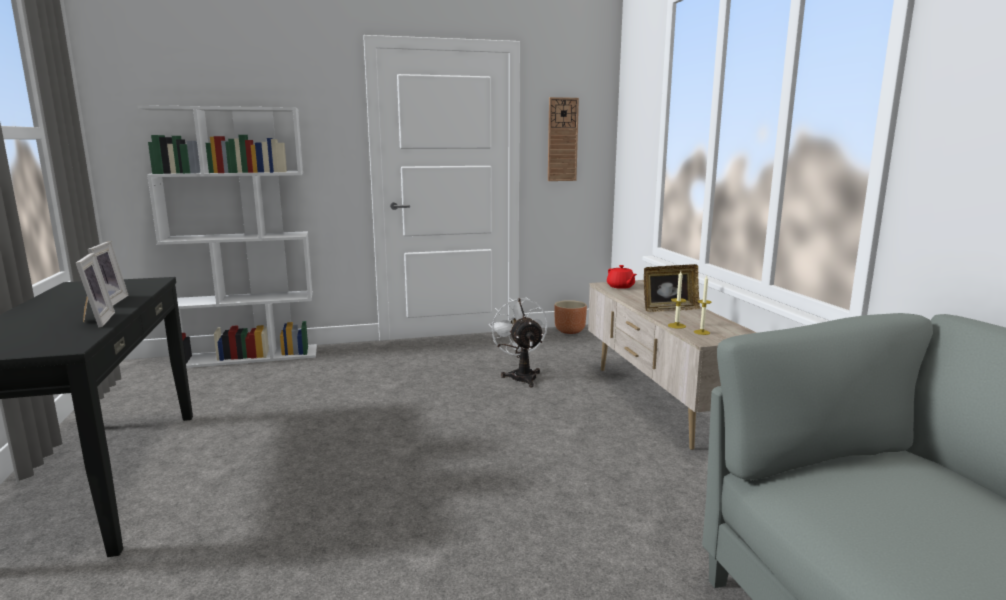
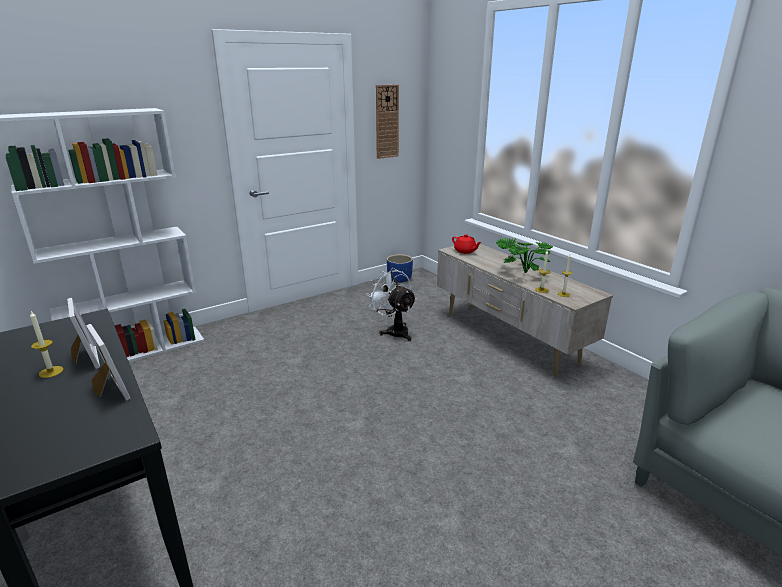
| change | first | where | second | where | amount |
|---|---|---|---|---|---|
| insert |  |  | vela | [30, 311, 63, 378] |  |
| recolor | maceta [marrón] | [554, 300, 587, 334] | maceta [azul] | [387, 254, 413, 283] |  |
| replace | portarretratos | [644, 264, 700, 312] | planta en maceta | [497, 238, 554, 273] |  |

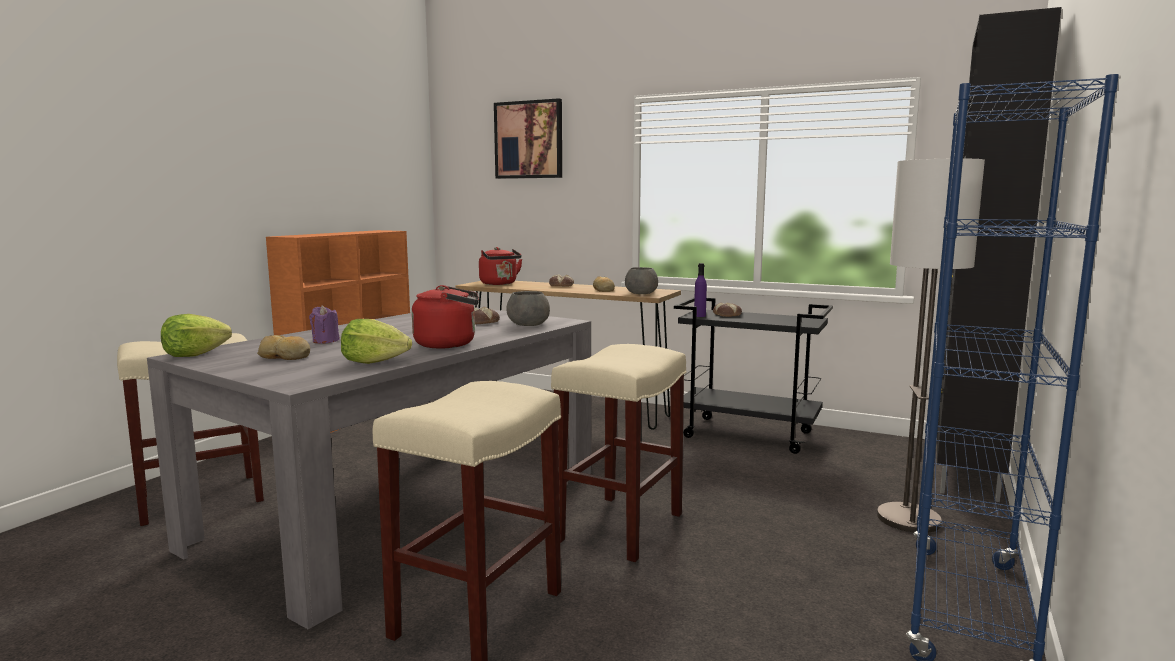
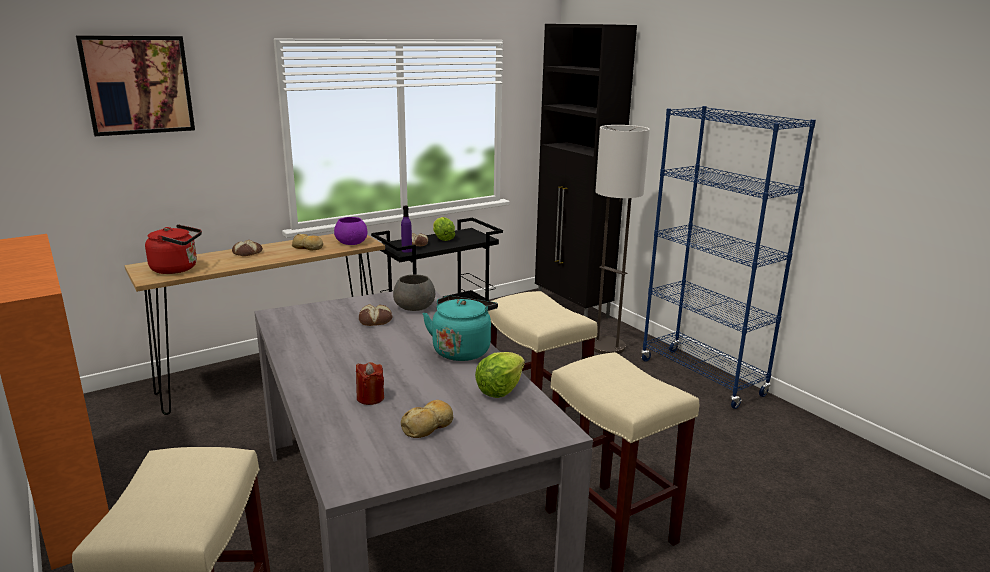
| change | first | where | second | where | amount |
|---|---|---|---|---|---|
| recolor | cuenco [gris] | [625, 267, 658, 294] | cuenco [morado] | [334, 217, 367, 245] |  |
| recolor | vela [morado] | [309, 305, 340, 343] | vela [rojo] | [356, 362, 384, 405] |  |
| recolor | hervidor [rojo] | [412, 285, 479, 349] | hervidor [turquesa] | [422, 296, 498, 361] |  |
| move | lechuga | [161, 314, 232, 357] |  | [433, 217, 455, 241] |  |

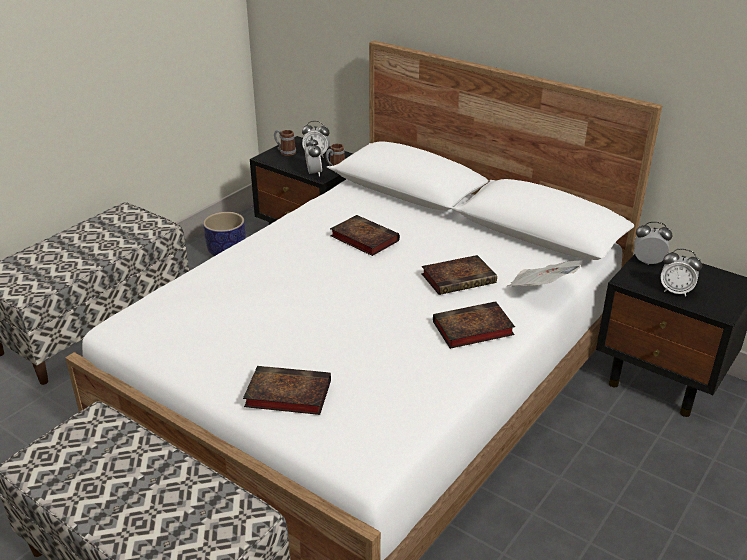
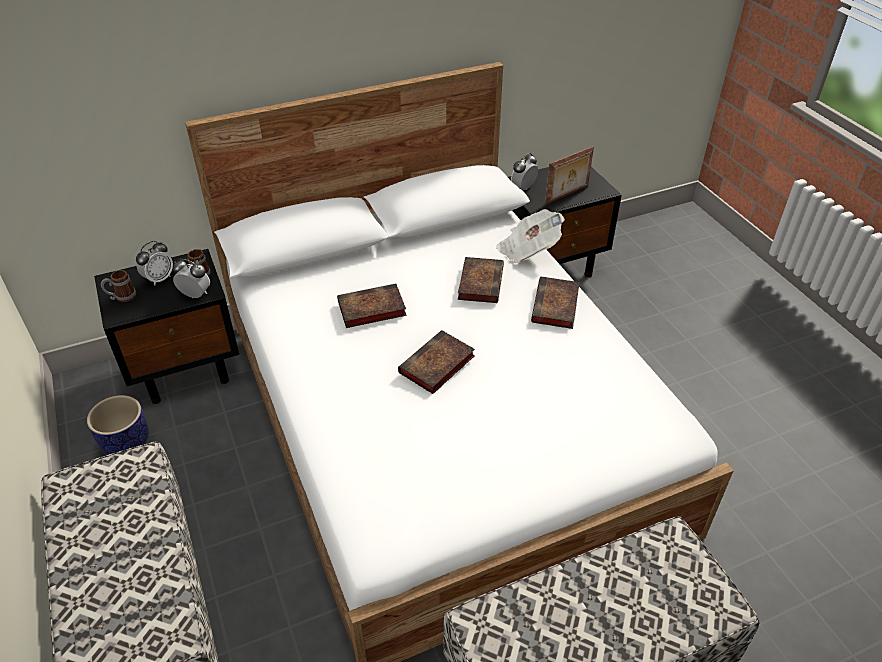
| change | first | where | second | where | amount |
|---|---|---|---|---|---|
| move | libro | [243, 366, 331, 415] |  | [398, 330, 475, 394] |  |
| replace | despertador | [661, 249, 702, 297] | portarretratos | [545, 146, 594, 205] |  |

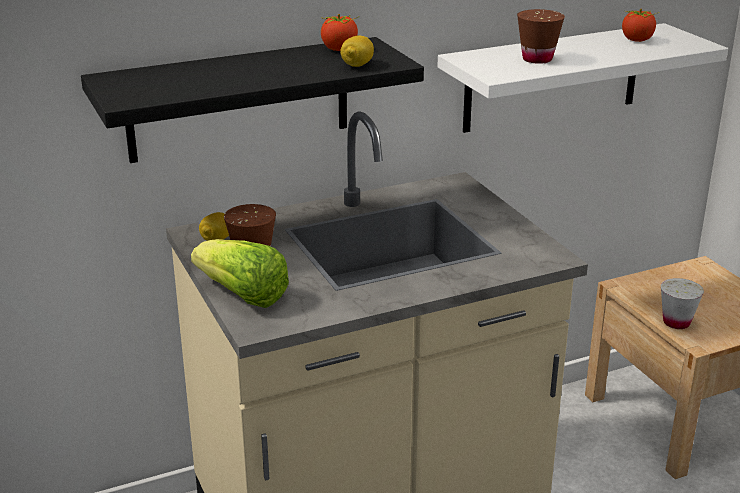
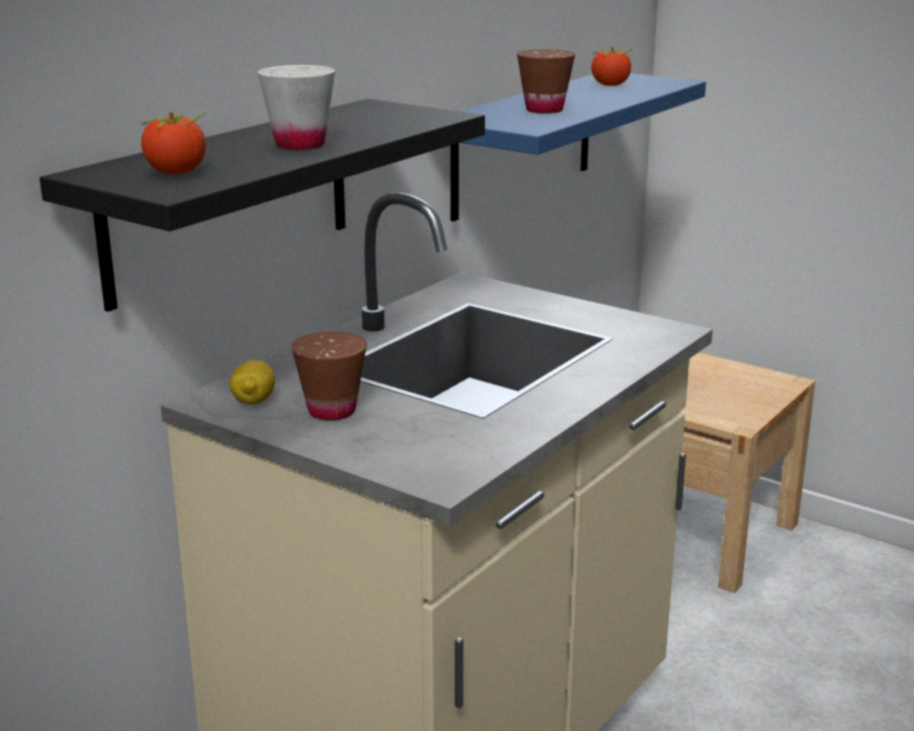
| change | first | where | second | where | amount |
|---|---|---|---|---|---|
| move | tomate | [321, 14, 359, 51] |  | [138, 112, 206, 174] |  |
| move | taza [blanco] | [661, 278, 704, 329] |  | [257, 65, 335, 150] |  |
| recolor | estante [blanco] | [437, 23, 728, 133] | estante [azul] | [450, 73, 706, 222] |  |
| delete | lechuga | [191, 239, 289, 308] |  |  |  |
| delete | limón | [340, 35, 374, 67] |  |  |  |

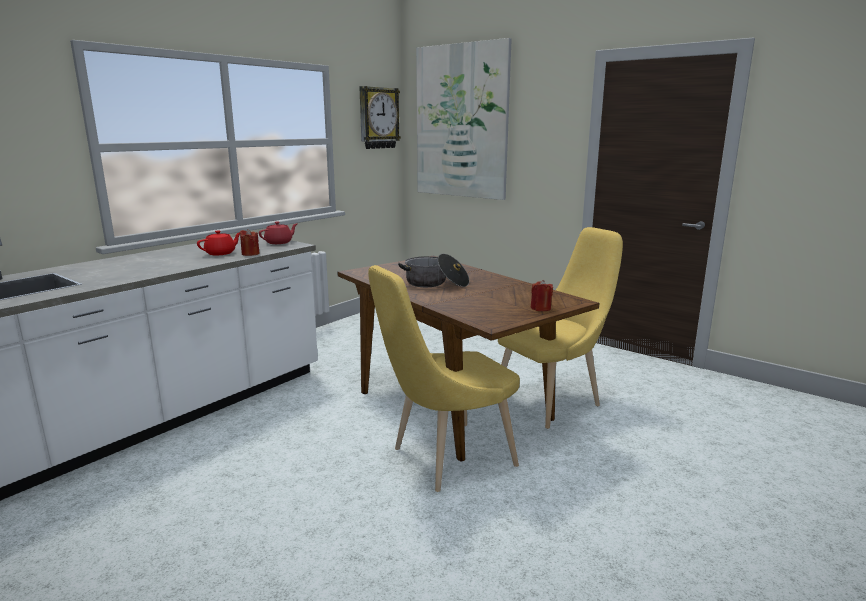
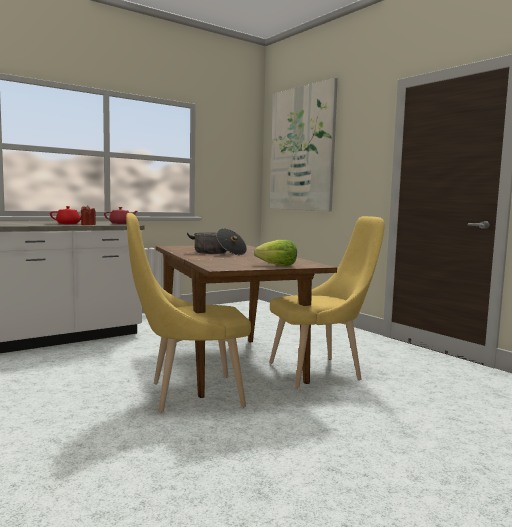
| change | first | where | second | where | amount |
|---|---|---|---|---|---|
| replace | vela [rojo] | [531, 280, 553, 311] | lechuga | [254, 240, 297, 266] |  |
| delete | reloj de pared | [359, 86, 401, 149] |  |  |  |

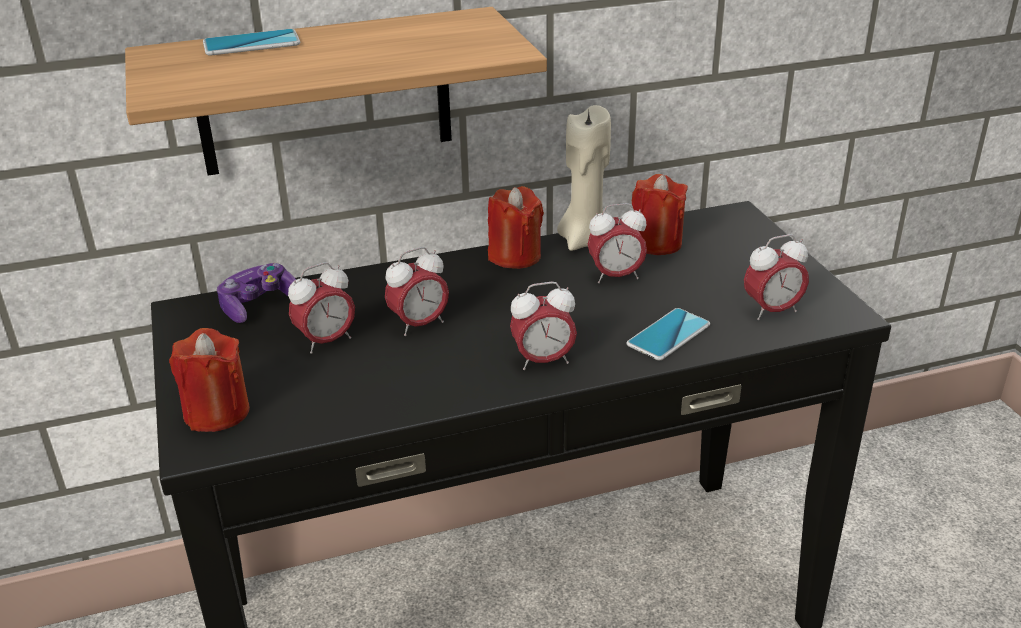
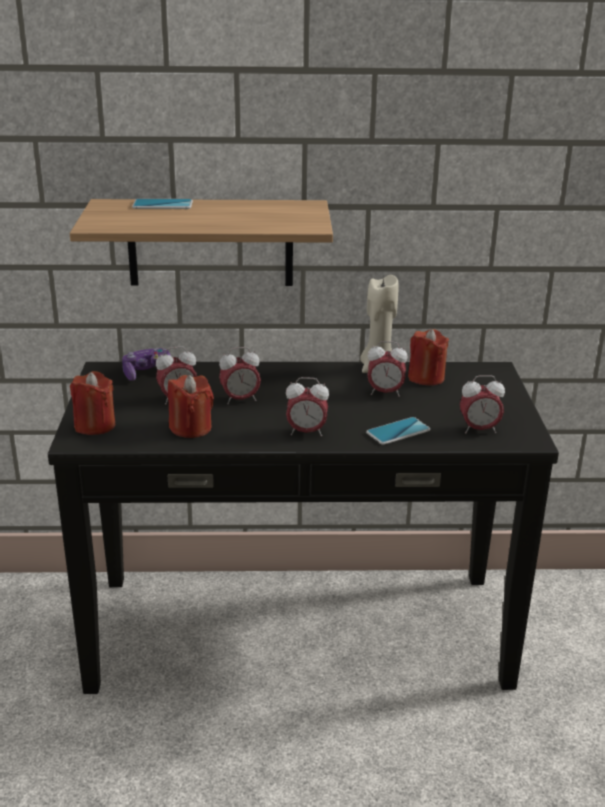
| change | first | where | second | where | amount |
|---|---|---|---|---|---|
| move | vela [rojo] | [488, 186, 544, 269] |  | [168, 375, 214, 438] |  |

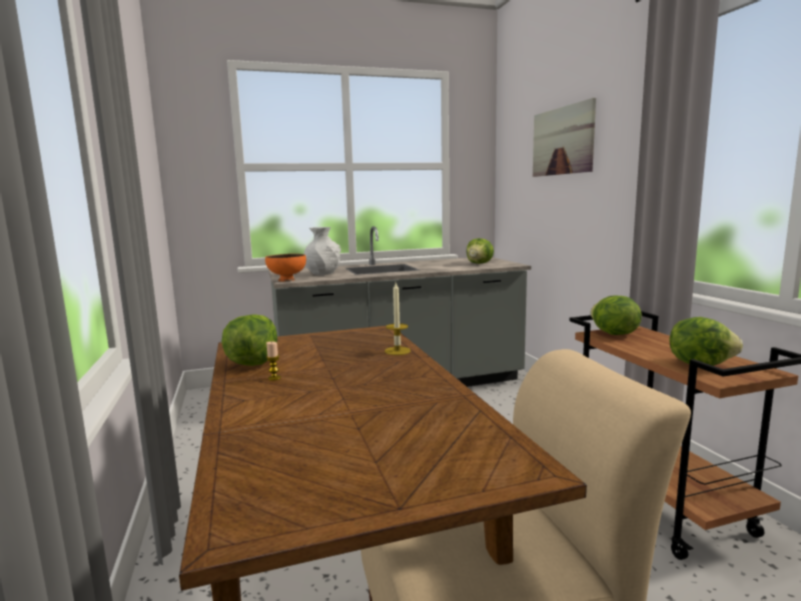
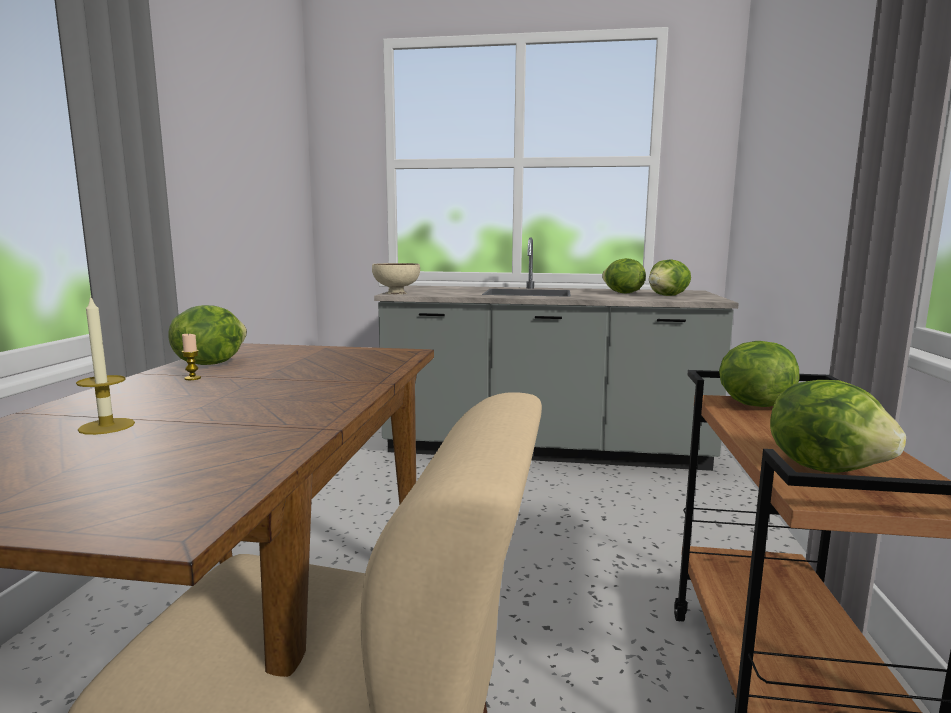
| change | first | where | second | where | amount |
|---|---|---|---|---|---|
| move | vela | [385, 283, 411, 355] |  | [76, 295, 135, 435] |  |
| recolor | cuenco [naranja] | [265, 254, 306, 281] | cuenco [beis] | [372, 263, 420, 294] |  |
| insert |  |  | lechuga | [602, 258, 646, 293] |  |
| delete | florero [blanco] | [304, 227, 341, 275] |  |  |  |
| delete | cuadro | [533, 98, 596, 177] |  |  |  |

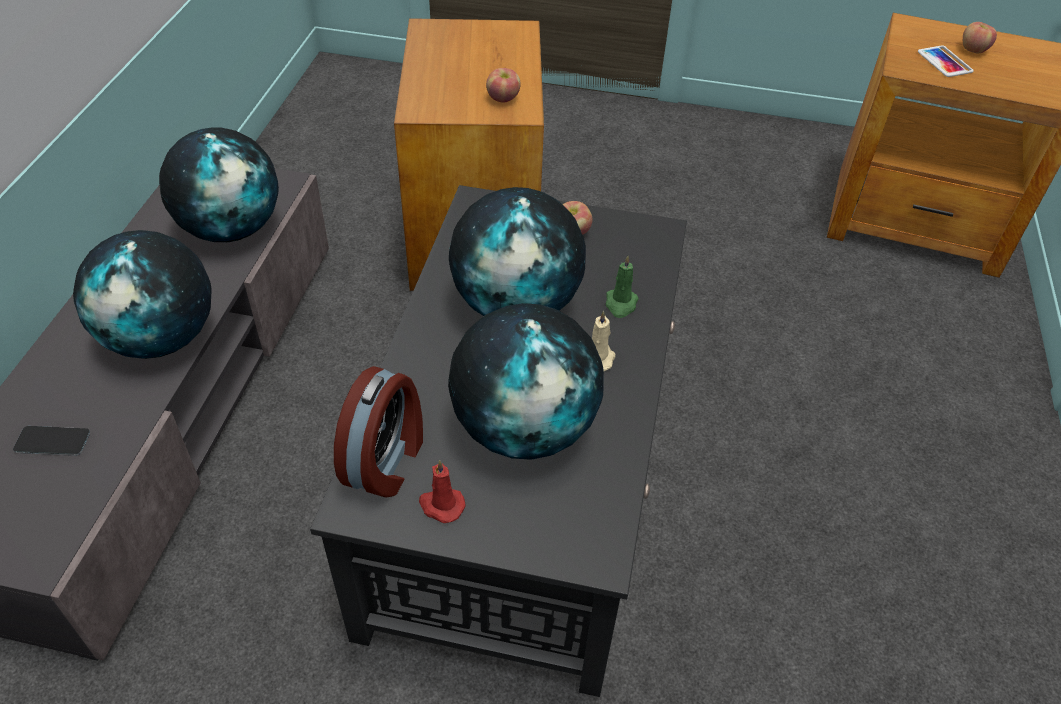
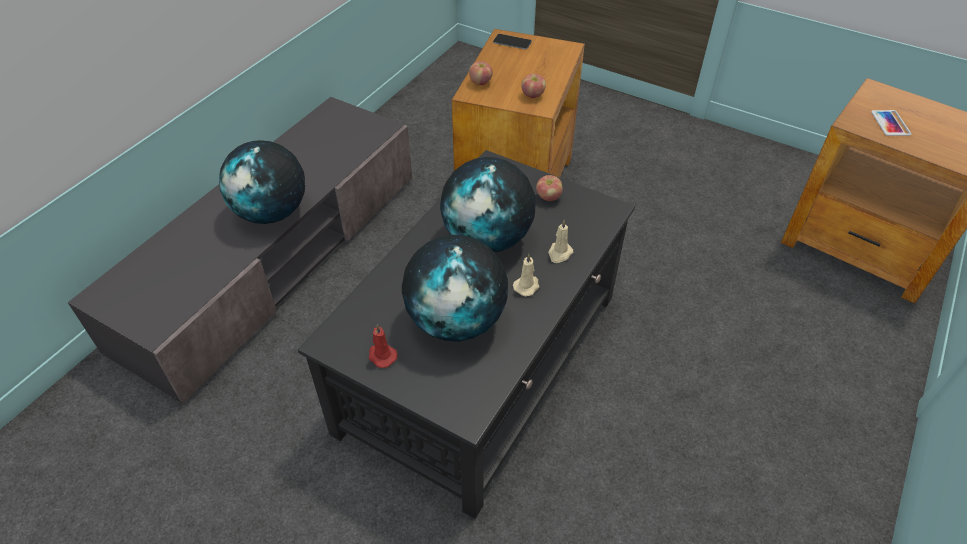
| change | first | where | second | where | amount |
|---|---|---|---|---|---|
| move | manzana | [963, 22, 997, 53] |  | [469, 61, 493, 85] |  |
| move | móvil | [13, 426, 90, 456] |  | [493, 34, 532, 49] |  |
| recolor | vela [verde] | [606, 255, 639, 318] | vela [beis] | [548, 220, 573, 263] |  |
| delete | globo terráqueo | [159, 127, 279, 242] |  |  |  |
| delete | despertador | [334, 366, 423, 498] |  |  |  |

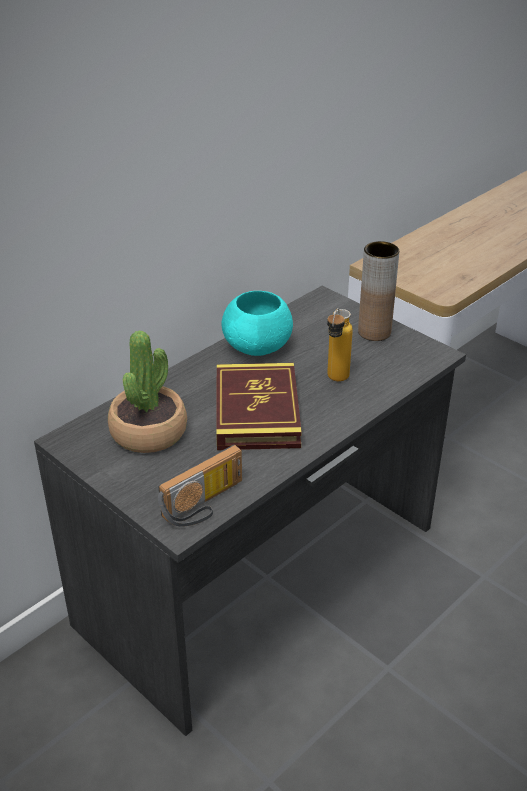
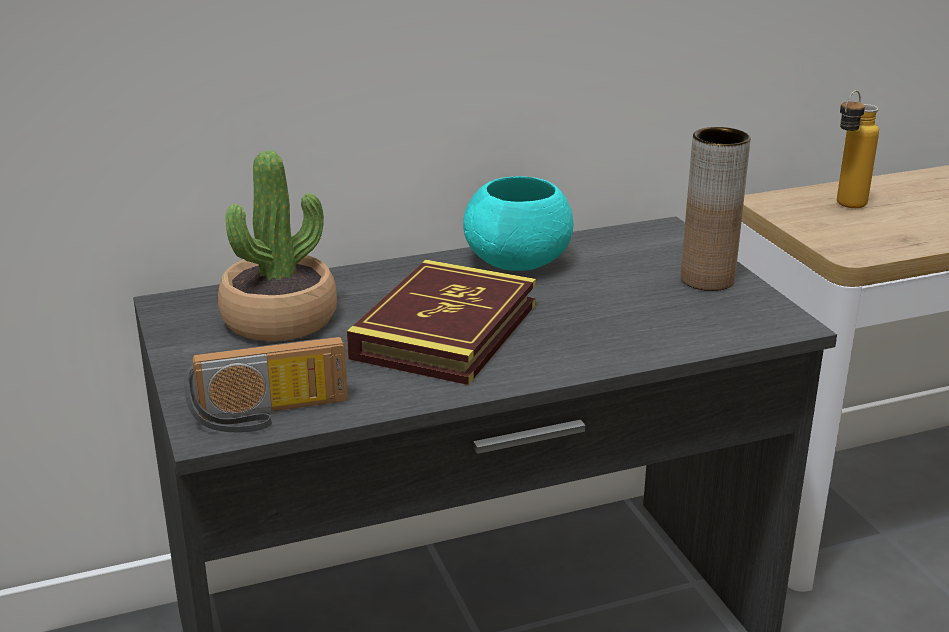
| change | first | where | second | where | amount |
|---|---|---|---|---|---|
| move | botella | [327, 308, 353, 381] |  | [837, 90, 879, 208] |  |

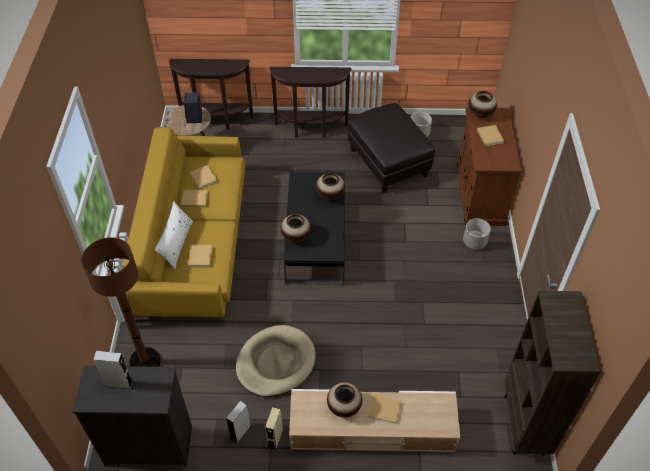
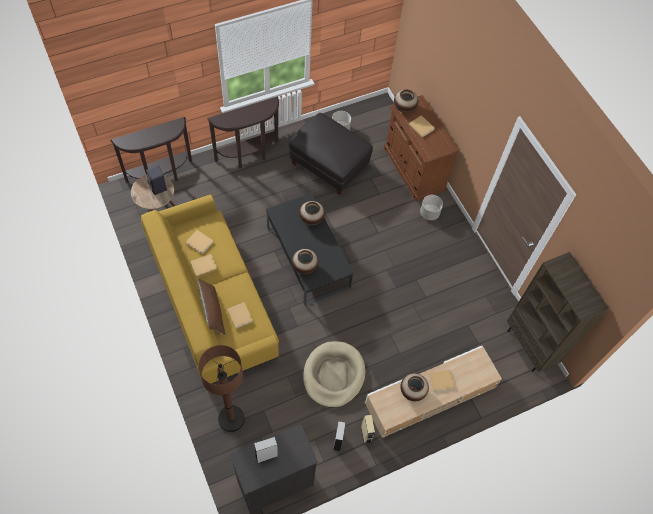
| change | first | where | second | where | amount |
|---|---|---|---|---|---|
| recolor | cojín [blanco] | [155, 201, 193, 269] | cojín [marrón] | [198, 278, 225, 335] |  |

